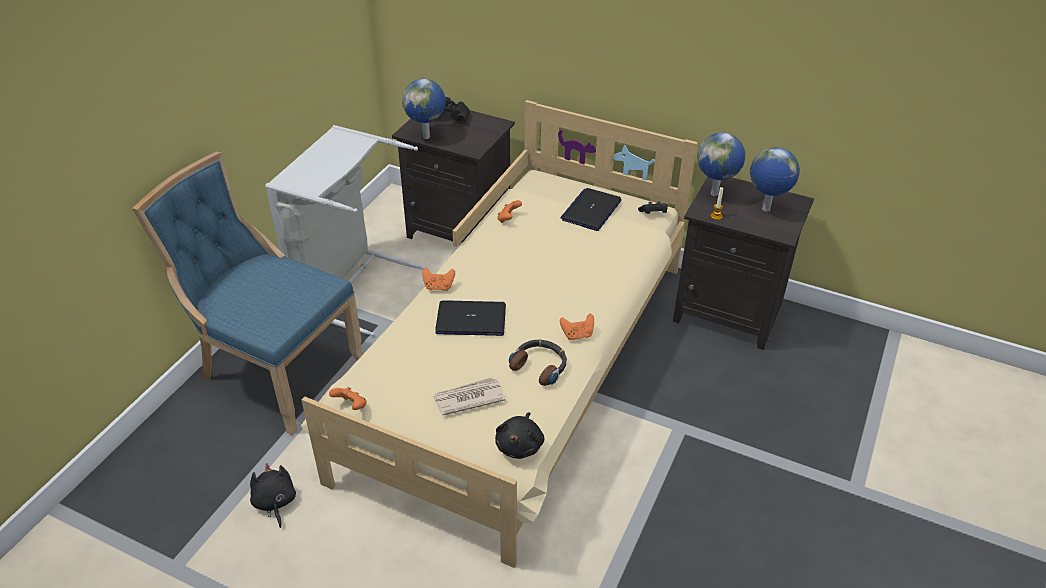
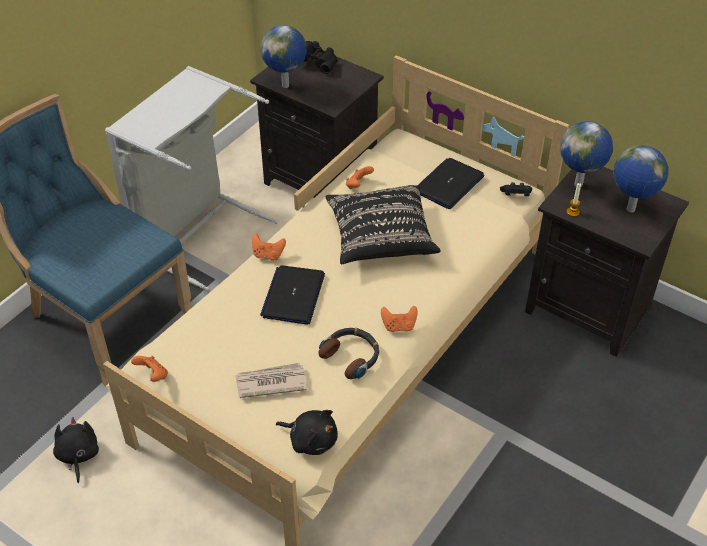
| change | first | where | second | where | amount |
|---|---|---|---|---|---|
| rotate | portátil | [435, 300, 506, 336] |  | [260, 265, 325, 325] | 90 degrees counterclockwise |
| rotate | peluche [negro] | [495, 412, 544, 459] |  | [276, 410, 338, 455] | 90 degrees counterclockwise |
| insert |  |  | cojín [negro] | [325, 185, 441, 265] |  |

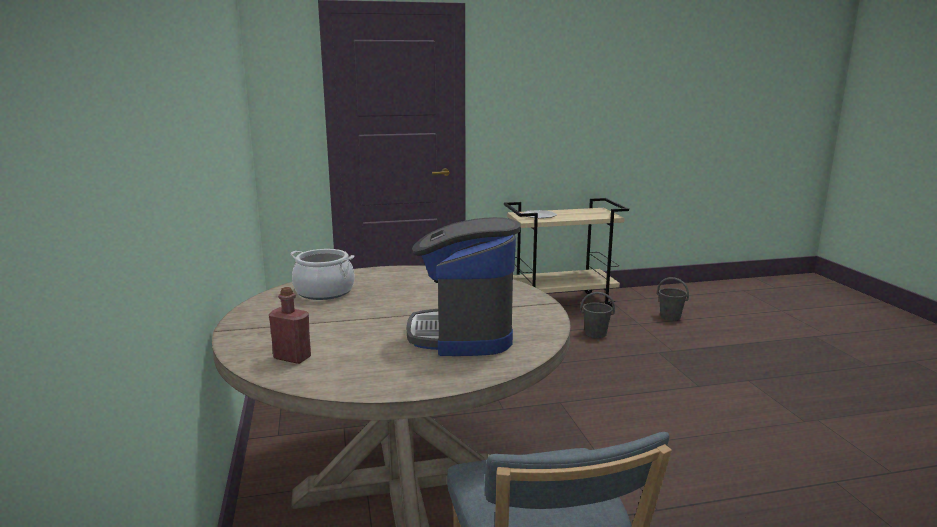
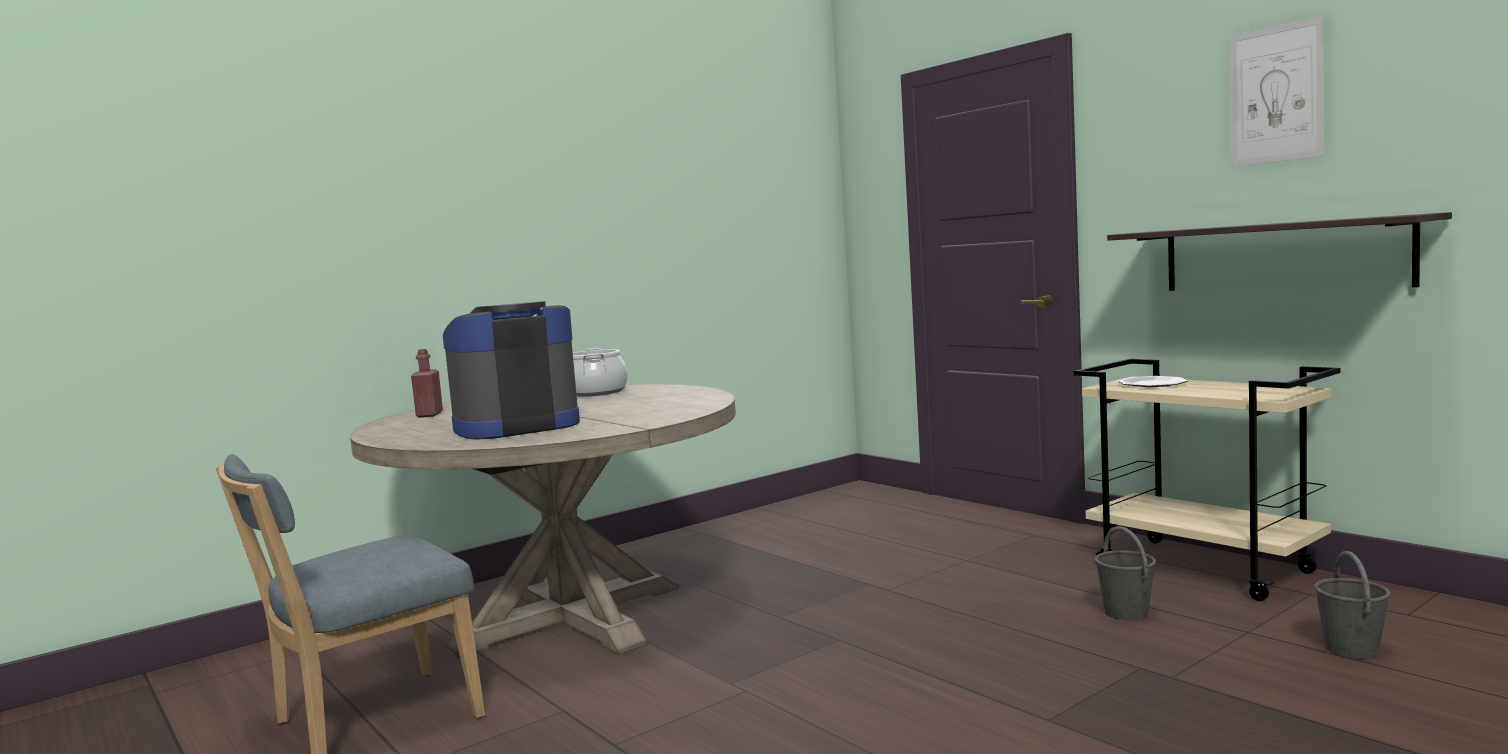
| change | first | where | second | where | amount |
|---|---|---|---|---|---|
| insert |  |  | estante | [1107, 212, 1452, 291] |  |
| insert |  |  | cuadro | [1230, 16, 1325, 167] |  |

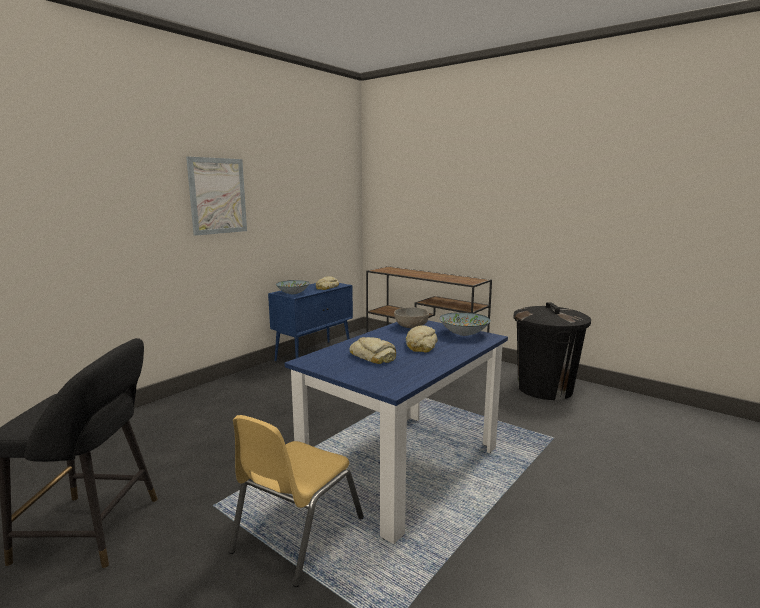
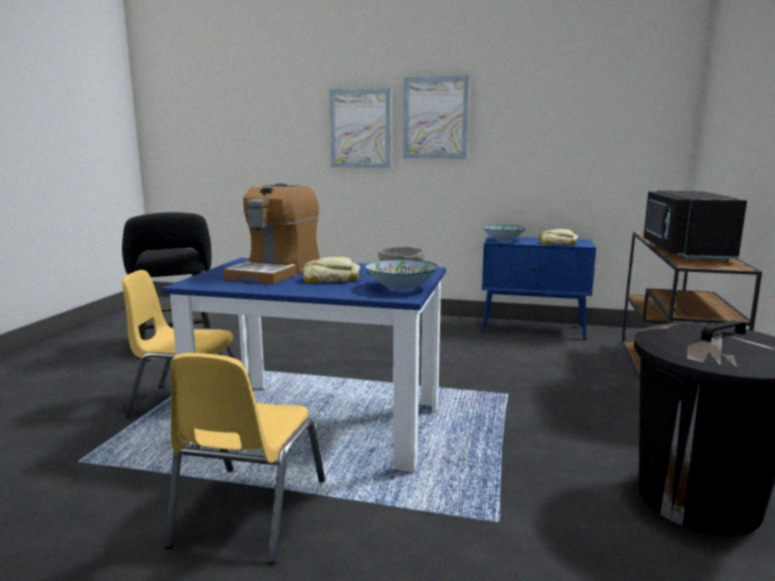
| change | first | where | second | where | amount |
|---|---|---|---|---|---|
| insert |  |  | silla [amarillo] | [164, 353, 325, 564] |  |
| replace | pan | [350, 337, 396, 364] | cafetera | [224, 183, 319, 284] |  |
| insert |  |  | cuadro | [329, 88, 391, 168] |  |
| insert |  |  | microondas [negro] | [643, 190, 747, 261] |  |

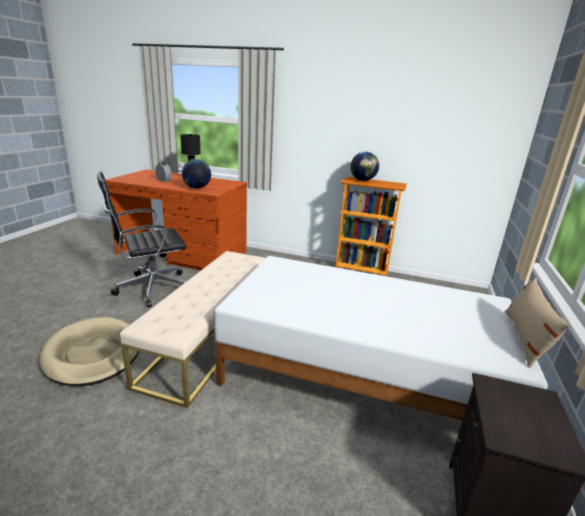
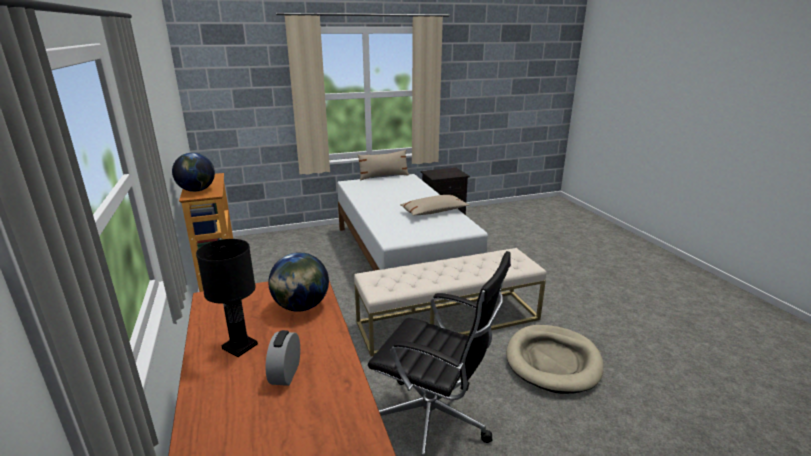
| change | first | where | second | where | amount |
|---|---|---|---|---|---|
| insert |  |  | cojín [beis] | [400, 195, 470, 216] |  |

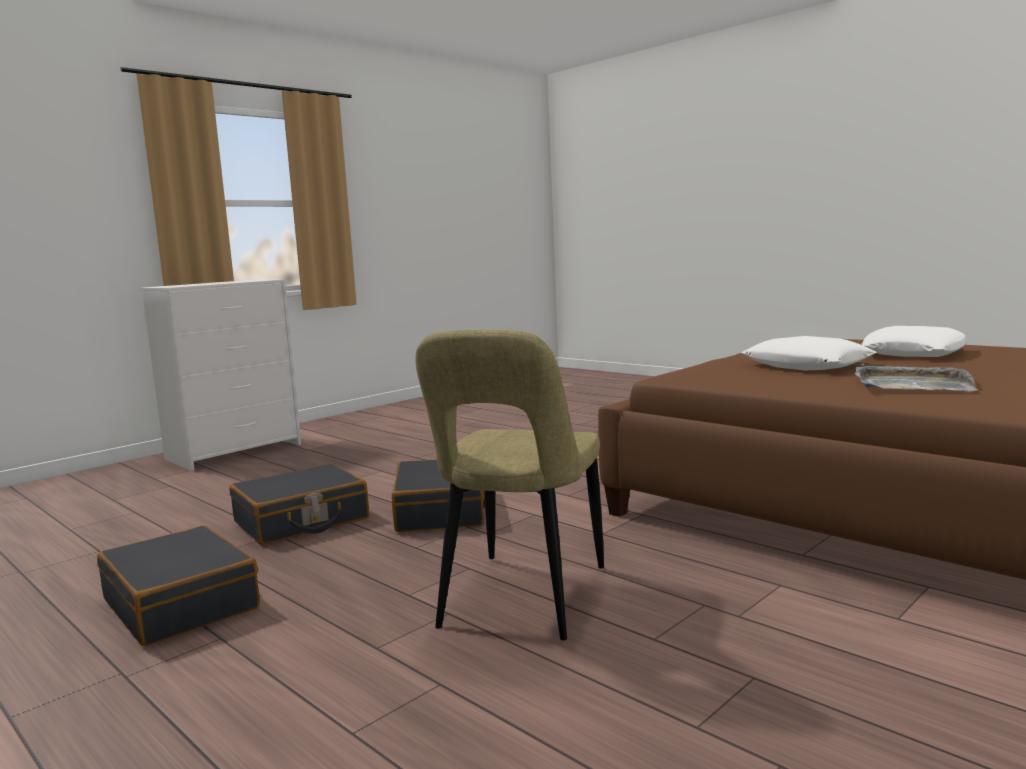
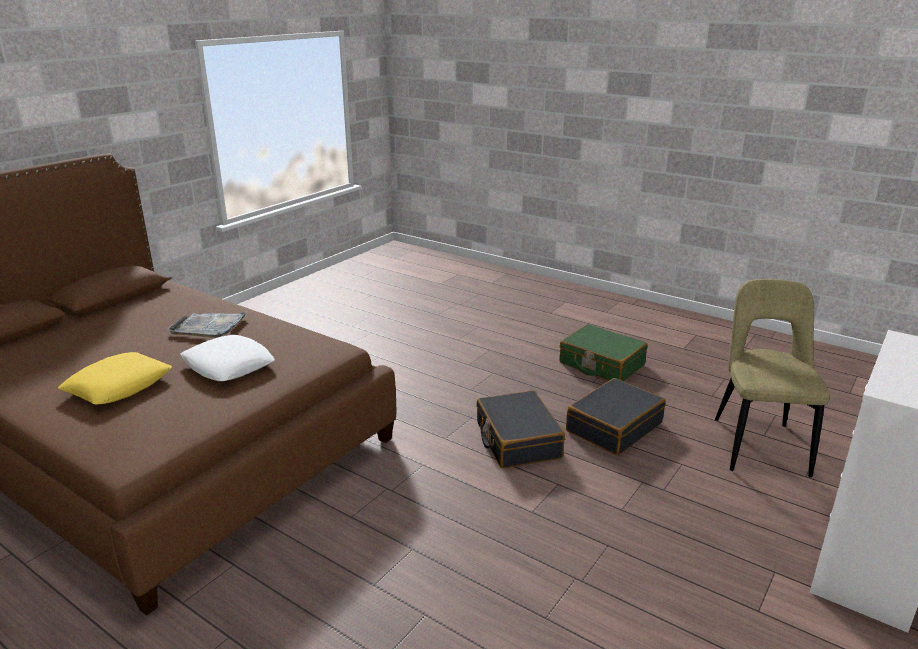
| change | first | where | second | where | amount |
|---|---|---|---|---|---|
| recolor | cojín [blanco] | [861, 326, 966, 357] | cojín [amarillo] | [58, 352, 172, 404] |  |
| recolor | maleta [negro] | [97, 525, 260, 646] | maleta [verde] | [559, 324, 647, 382] |  |
| move | silla [beis] | [415, 330, 604, 640] |  | [715, 279, 830, 478] |  |

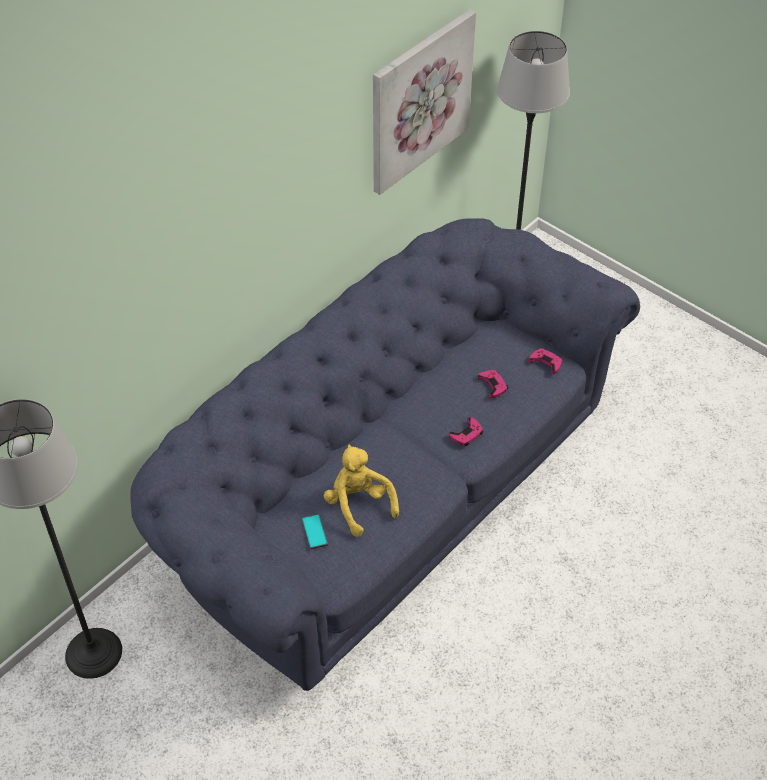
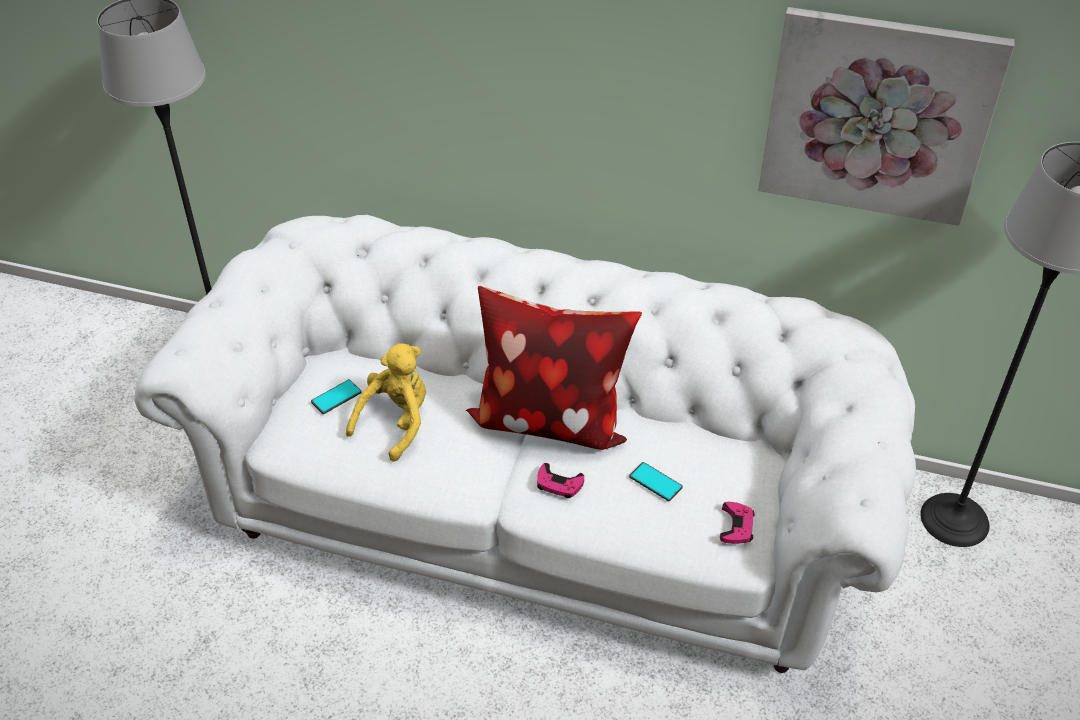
| change | first | where | second | where | amount |
|---|---|---|---|---|---|
| recolor | sofá [azul] | [130, 218, 640, 691] | sofá [blanco] | [134, 215, 916, 673] |  |
| insert |  |  | cojín | [466, 286, 642, 450] |  |
| replace | mando de consola [rosa] | [477, 370, 508, 398] | móvil | [629, 462, 683, 501] |  |

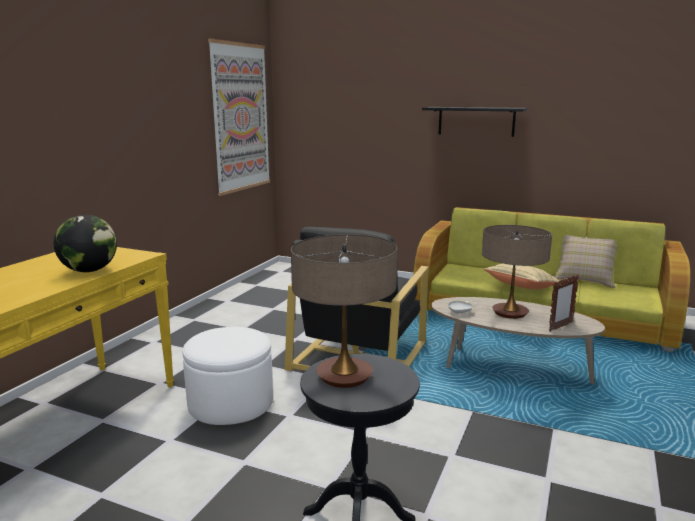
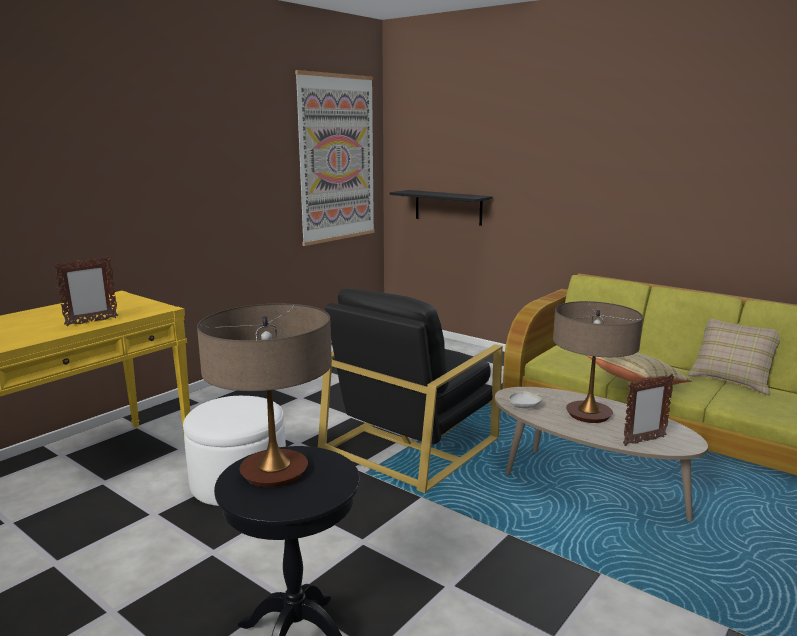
| change | first | where | second | where | amount |
|---|---|---|---|---|---|
| replace | globo terráqueo | [54, 215, 117, 272] | portarretratos | [54, 256, 118, 326] |  |
| move | estante [negro] | [422, 107, 527, 137] |  | [390, 190, 493, 226] |  |

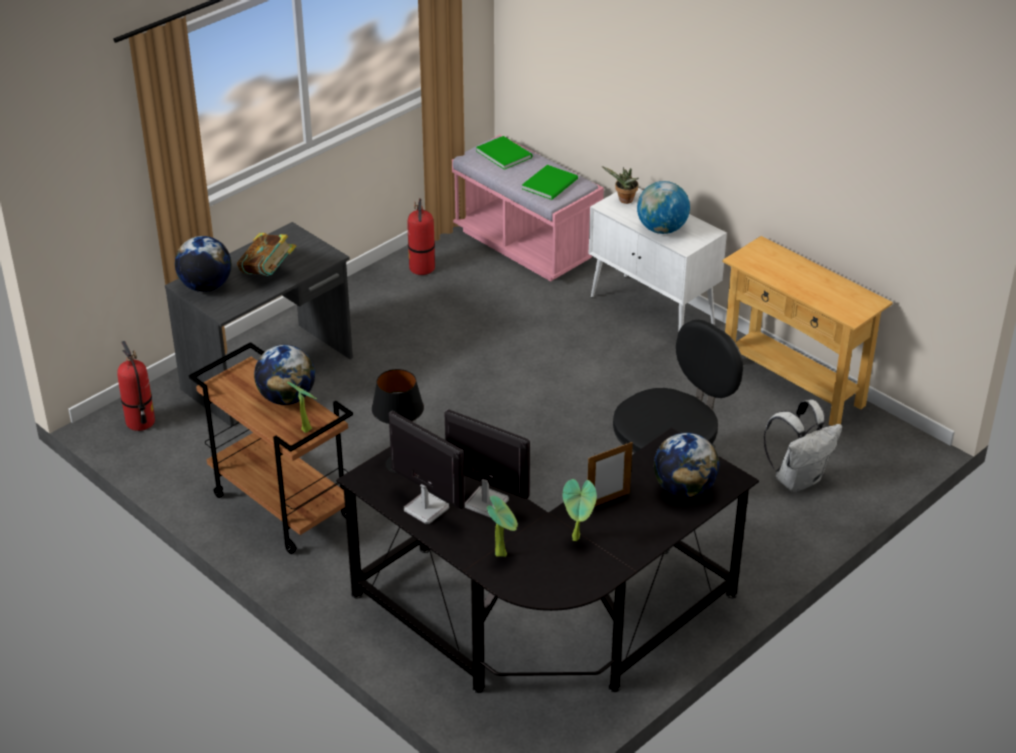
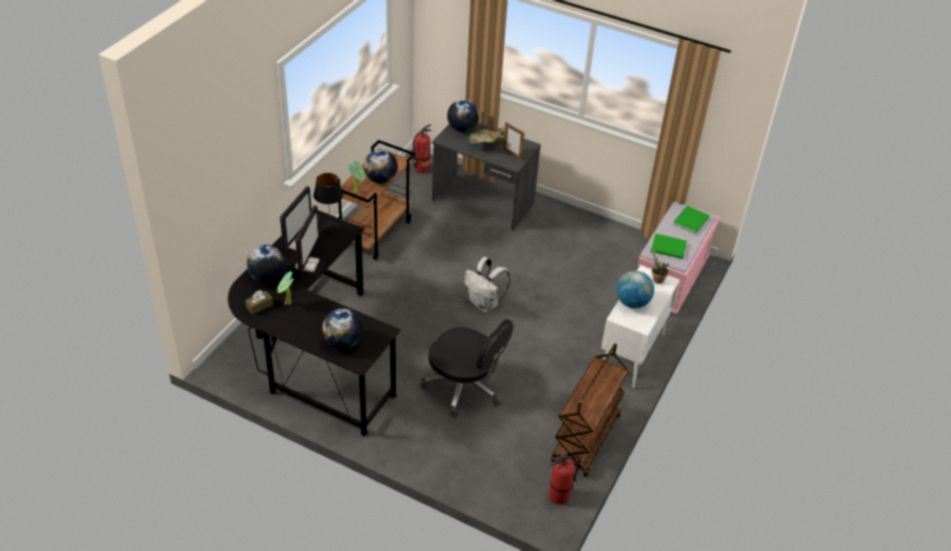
| change | first | where | second | where | amount |
|---|---|---|---|---|---|
| insert |  |  | caja de pañuelos [marrón] | [245, 290, 273, 315] |  |
| replace | planta en maceta | [487, 496, 518, 557] | globo terráqueo | [247, 245, 286, 283] |  |
| move | mochila [blanco] | [763, 400, 842, 492] |  | [464, 257, 510, 312] |  |
| move | portarretratos | [588, 442, 633, 507] |  | [503, 122, 524, 161] |  |
| move | extintor | [408, 198, 435, 275] |  | [549, 453, 580, 505] |  |
| replace | mesa consola [beis] | [722, 236, 893, 426] | carrito [marrón] | [551, 343, 630, 477] |  |

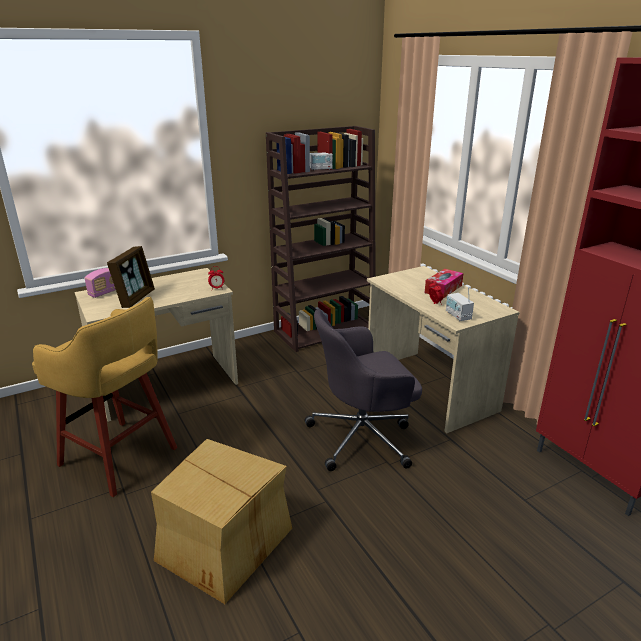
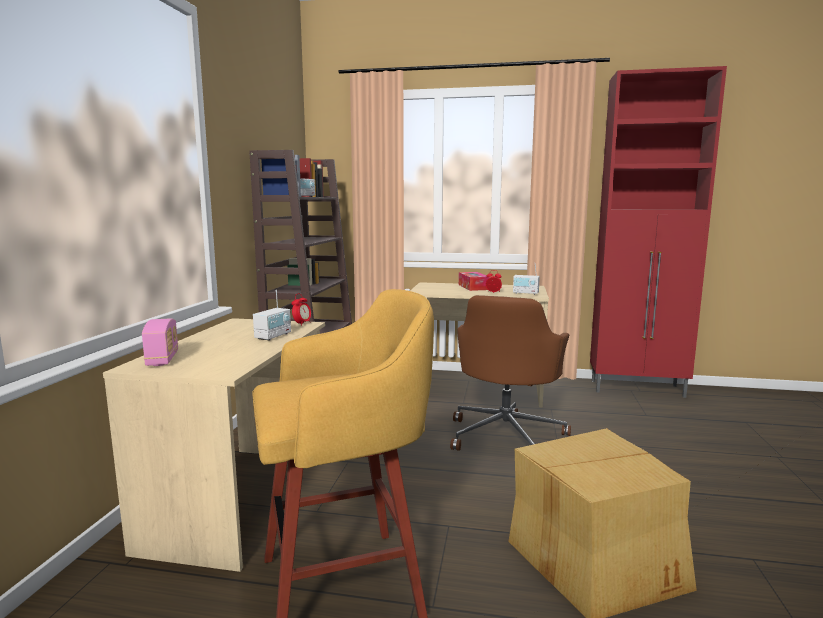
| change | first | where | second | where | amount |
|---|---|---|---|---|---|
| insert |  |  | radio | [253, 290, 291, 341] |  |
| recolor | silla de oficina [gris] | [305, 309, 422, 471] | silla de oficina [marrón] | [450, 295, 571, 451] |  |
| delete | portarretratos | [107, 246, 155, 308] |  |  |  |

